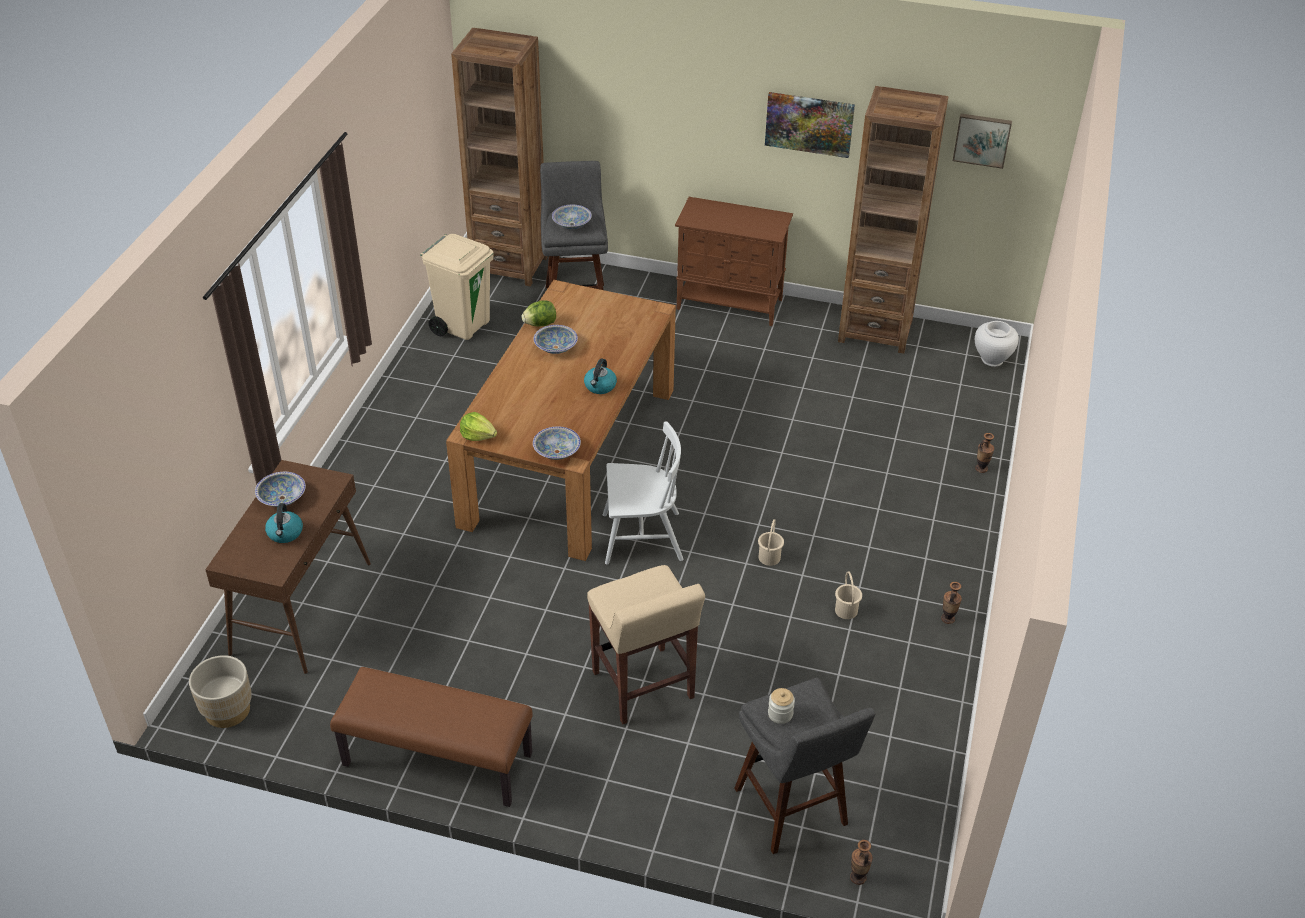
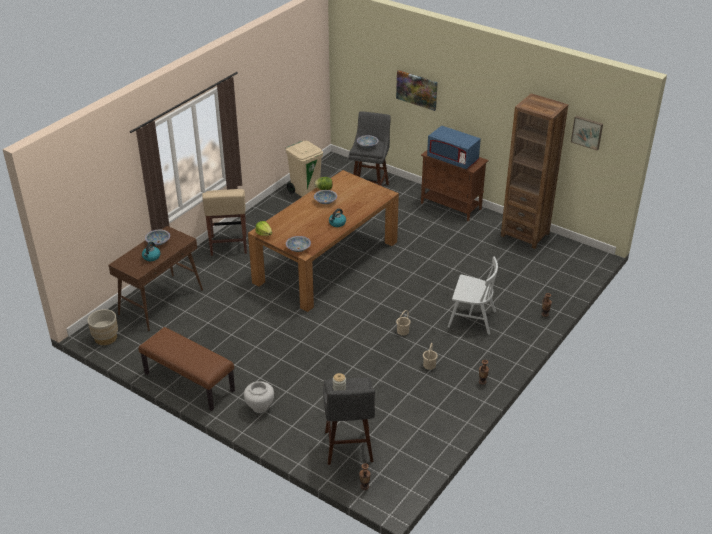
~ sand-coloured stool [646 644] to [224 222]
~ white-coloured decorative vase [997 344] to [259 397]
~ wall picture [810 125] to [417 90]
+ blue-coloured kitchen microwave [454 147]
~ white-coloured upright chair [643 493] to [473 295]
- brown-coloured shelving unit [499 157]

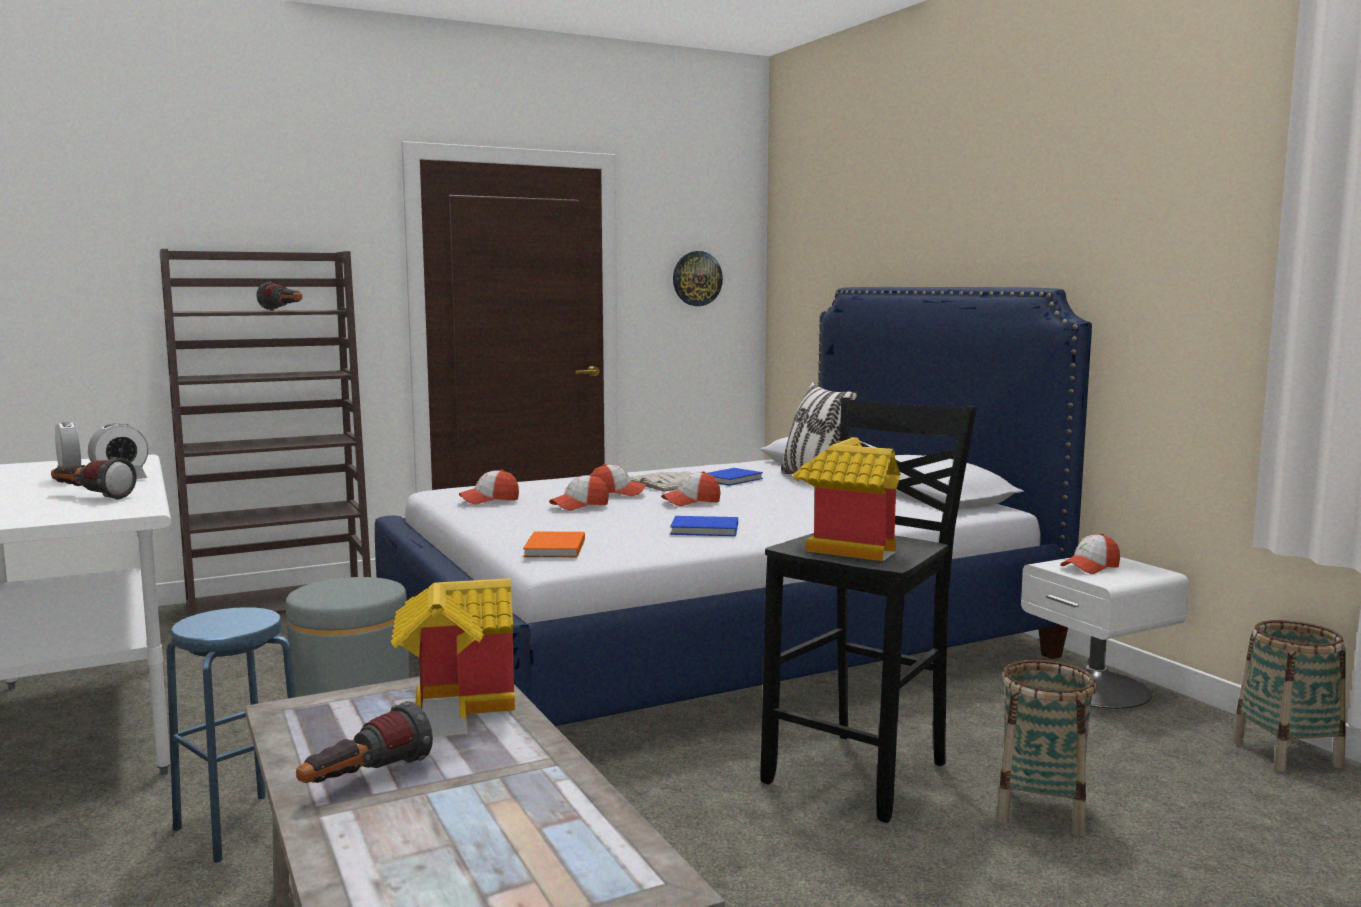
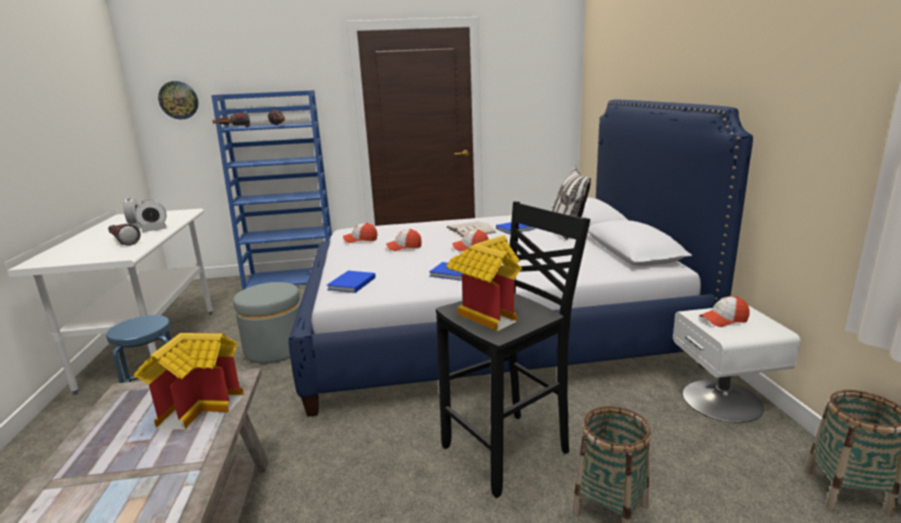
~ hanging clock [698 278] to [178 100]
~ brown-coloured shelving unit [265 433] to blue-coloured shelving unit [271 190]
~ hand torch [364 742] to [231 119]
~ orangey volume [554 544] to blue-coloured volume [351 282]
- peaked cap [618 480]

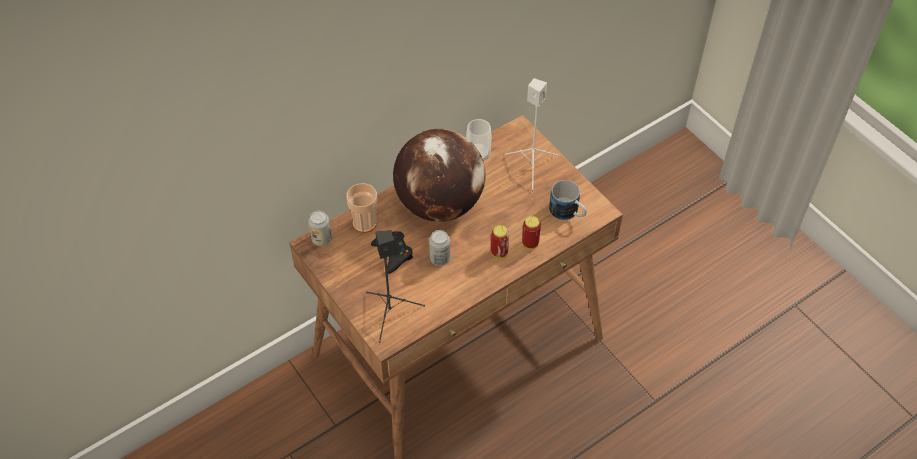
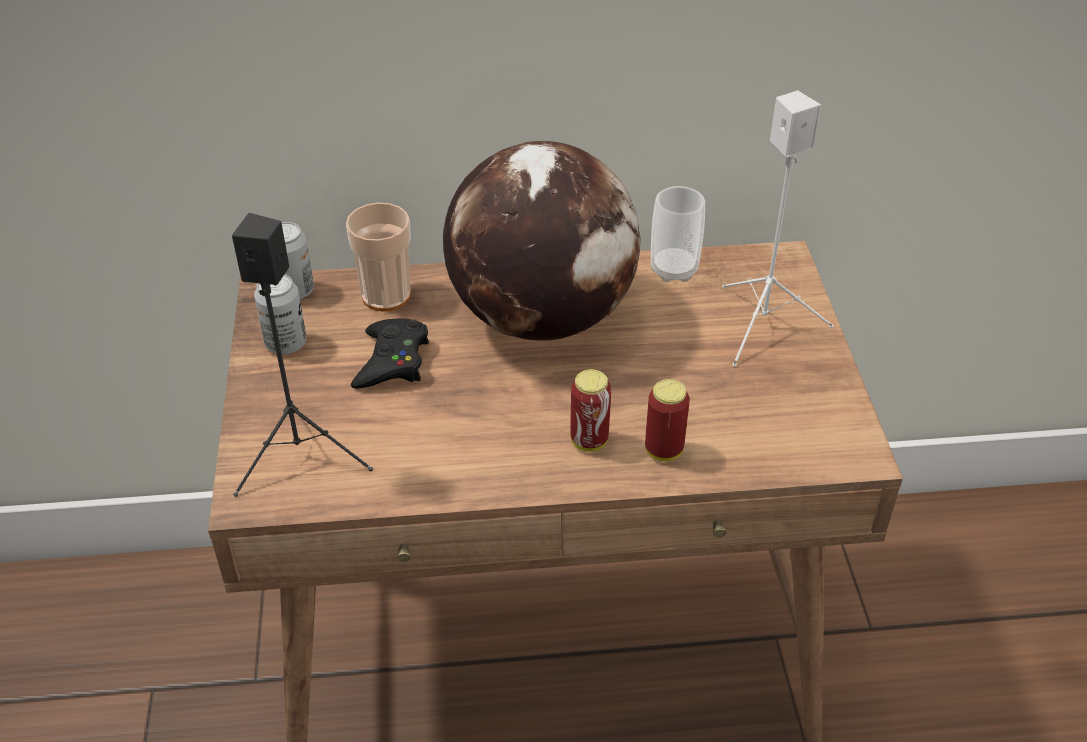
~ sealed can [439 248] to [280 314]
- tea mug [568 200]

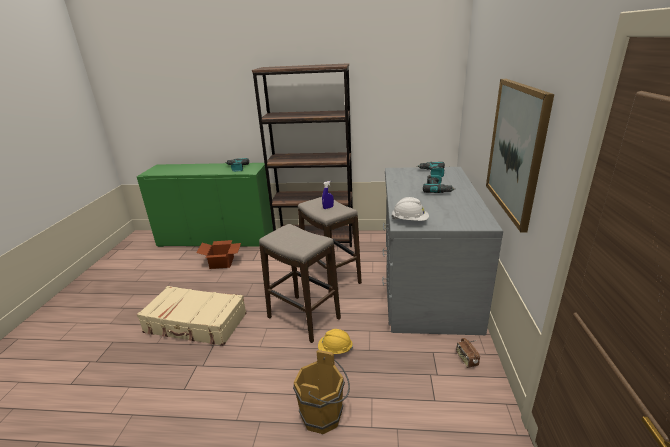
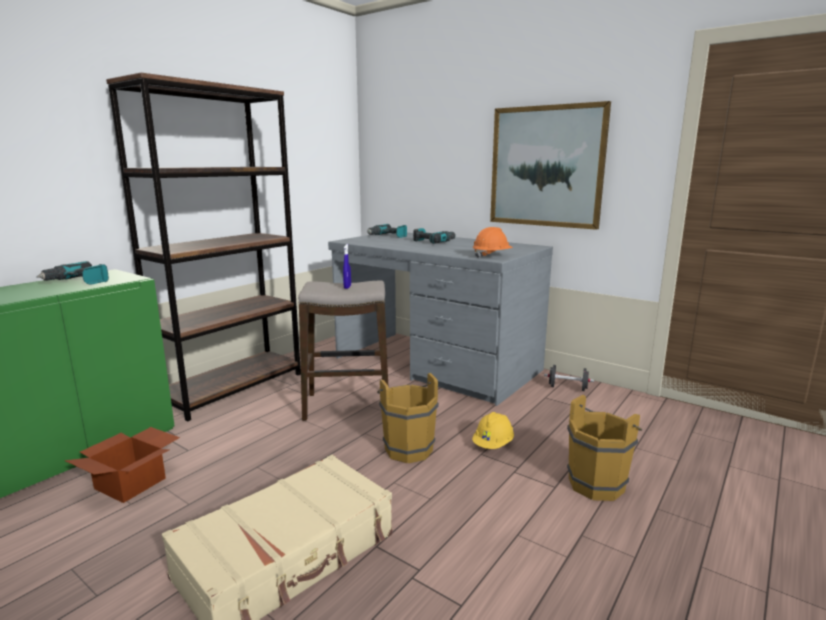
~ stool [300 283] to brown-coloured pail [408 418]
~ white-coloured hard hat [410 209] to orangey hard hat [493 243]
~ radio [468 353] to black-coloured hand weight [569 378]

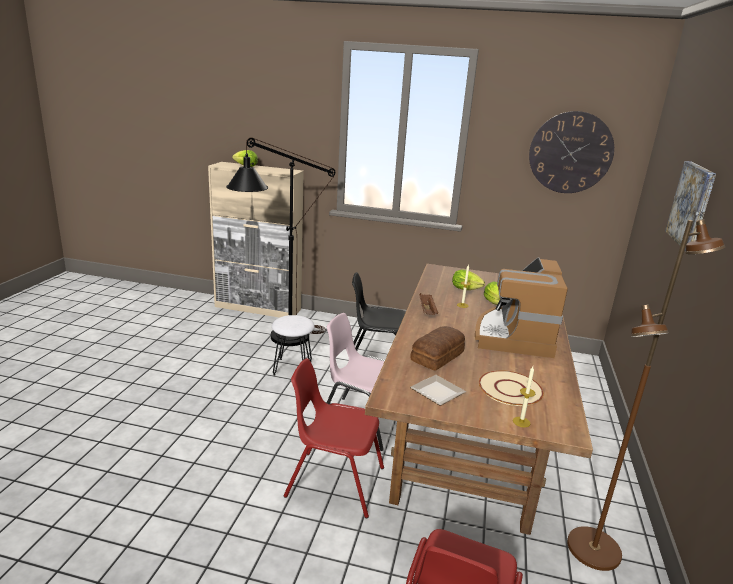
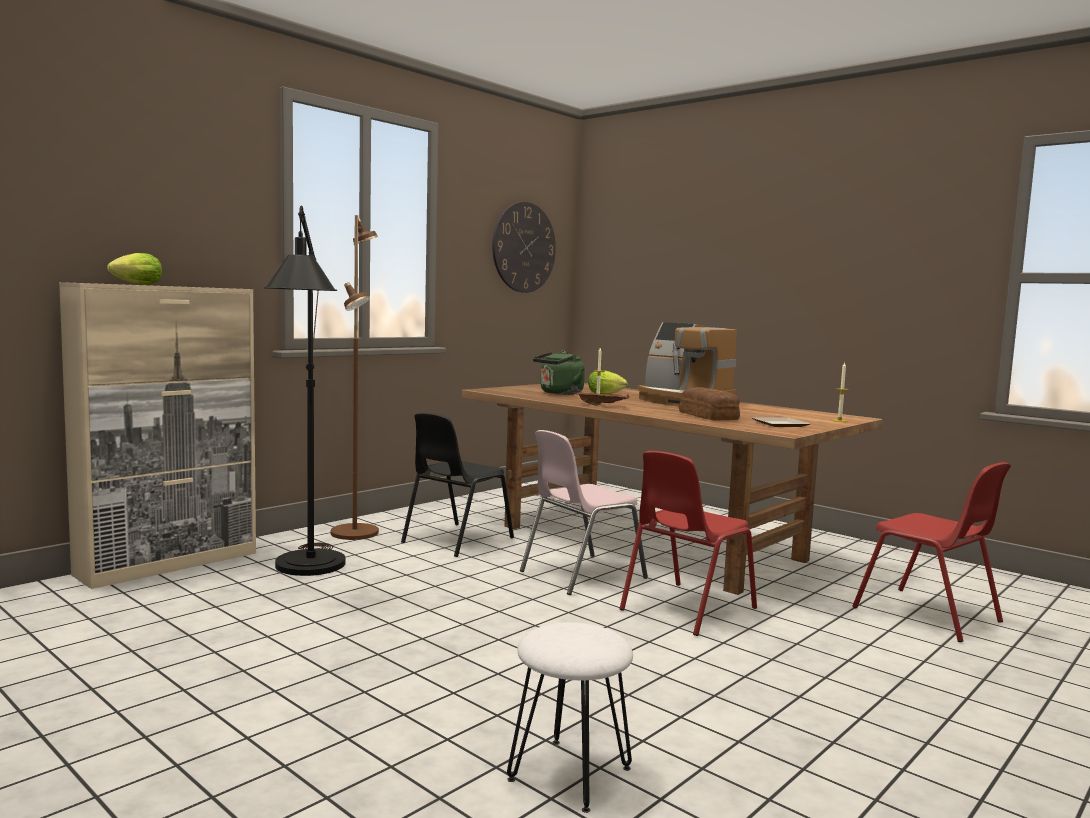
~ brown-coloured standing lamp [646 395] to [355 377]
~ white-coloured stool [293 345] to [570 718]
~ lettuce [468 279] to green kettle [559 372]
- sand-coloured plate [511 388]
- wall picture [690 206]

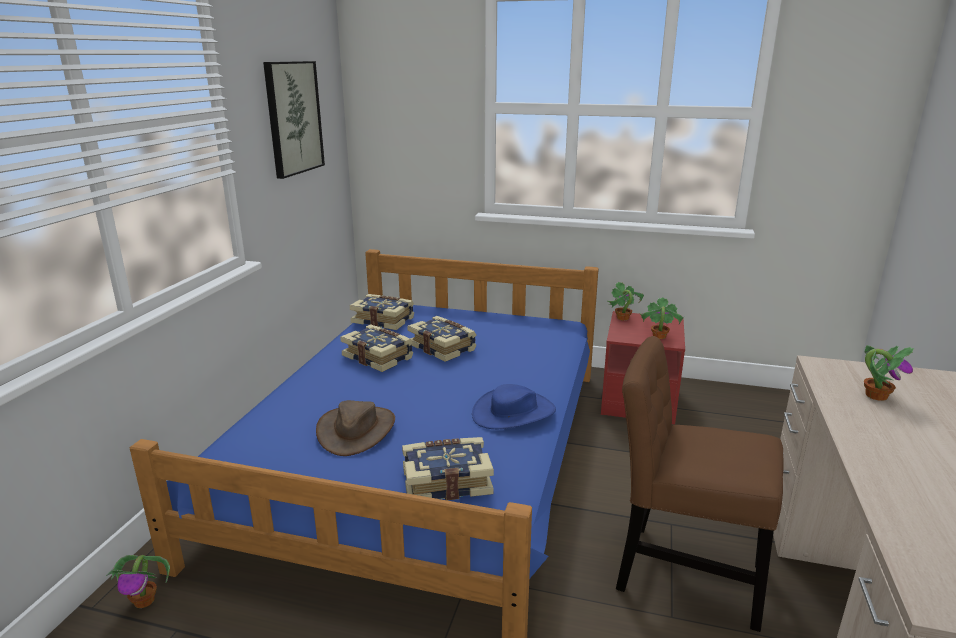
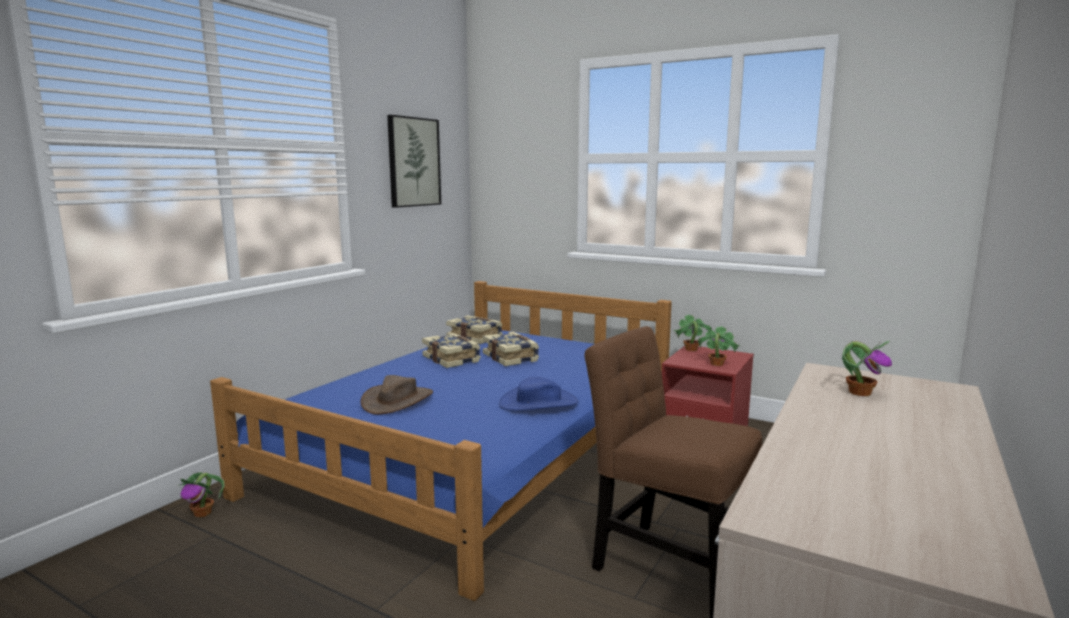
- volume [448 468]

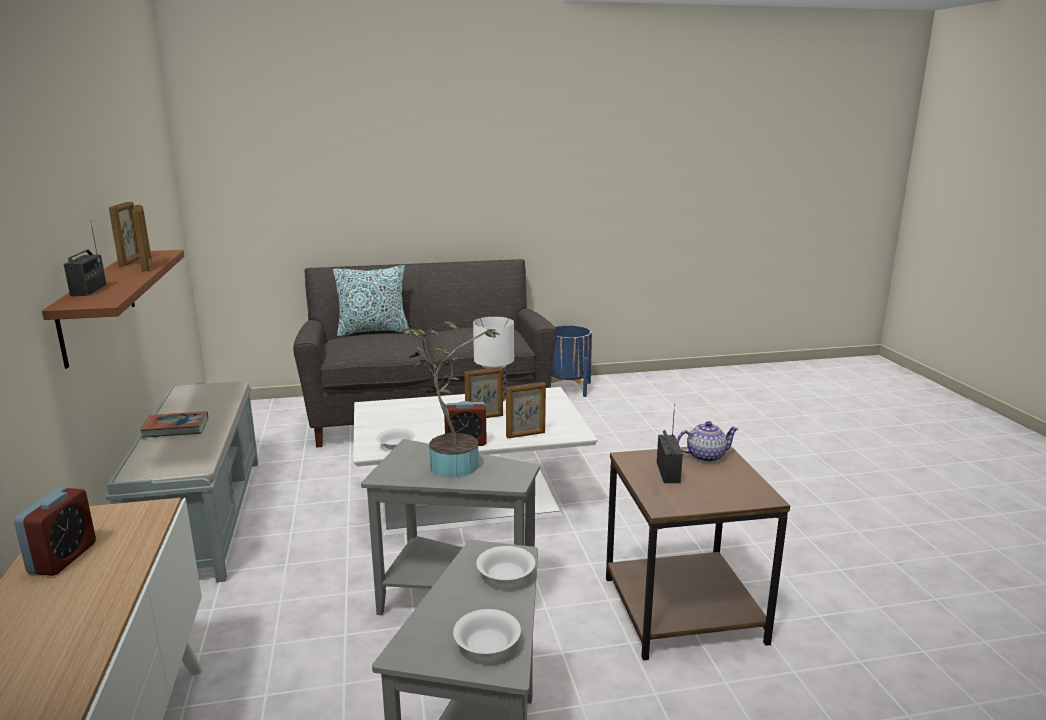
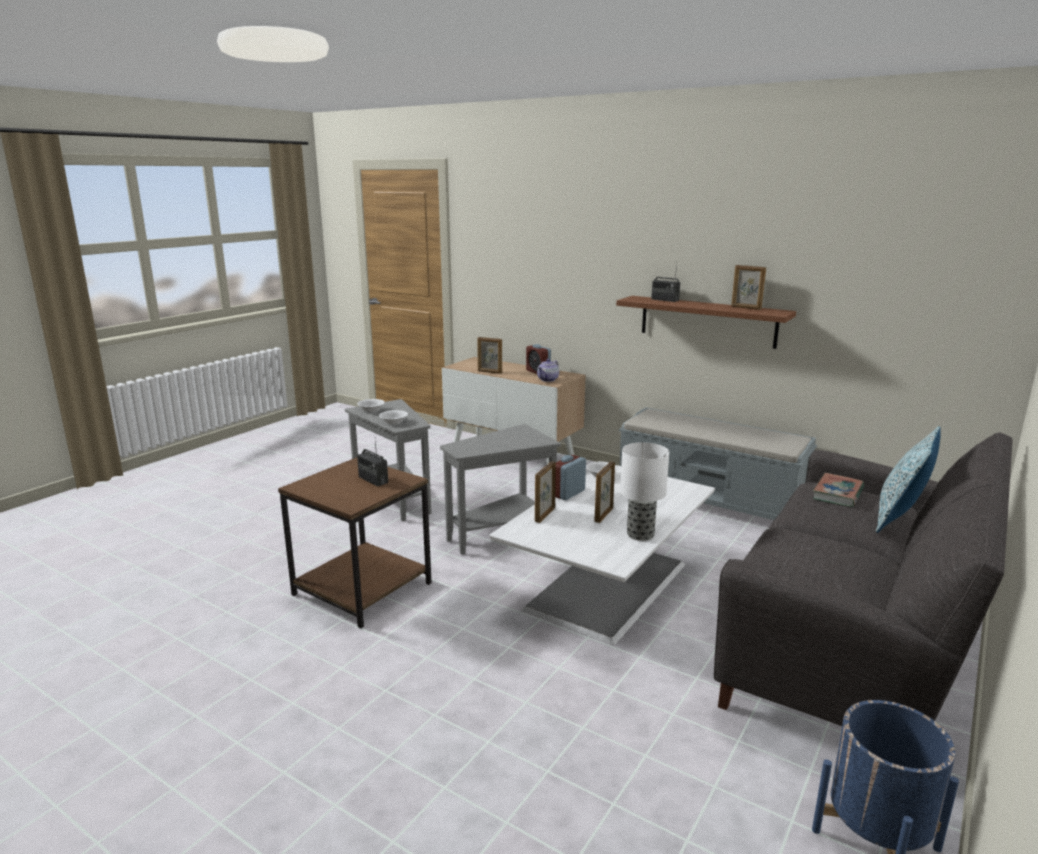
~ photo frame [142 238] to [489 355]
~ tea pot [708 441] to [548 370]
~ volume [174 424] to [838 490]
- houseplant [451 399]

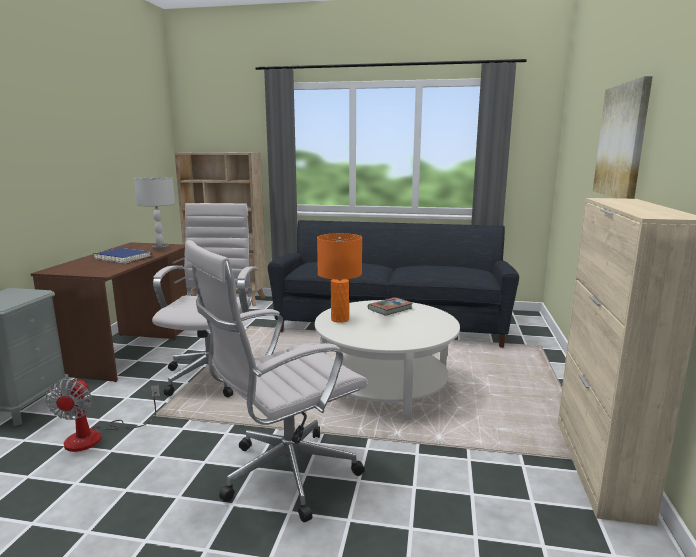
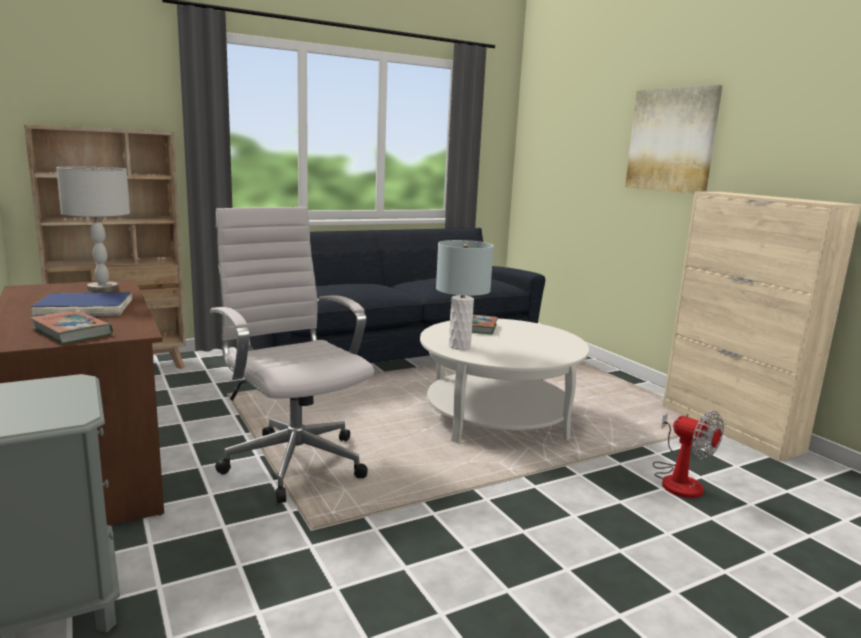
+ volume [71 327]
~ orangey tabletop lamp [339 278] to grey tabletop lamp [465 295]
~ electric fan [102 415] to [688 454]
- white-coloured office chair [276 381]

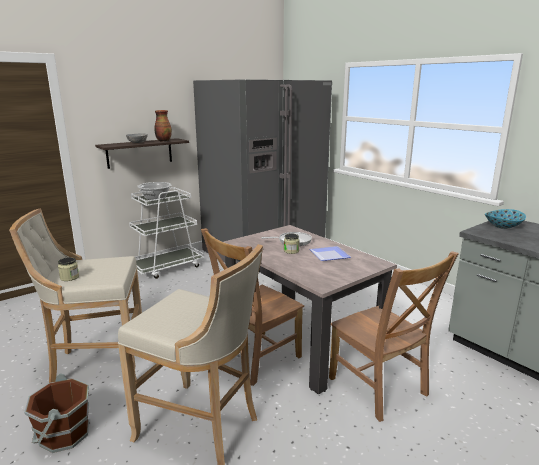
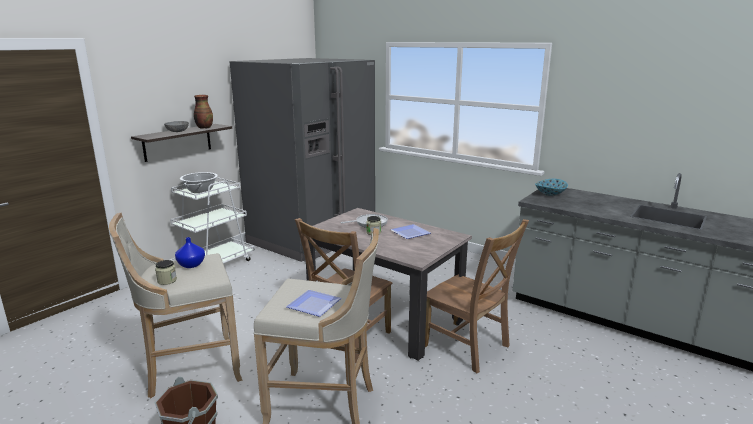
+ blue-coloured decorative vase [190 252]
+ plate [313 303]

